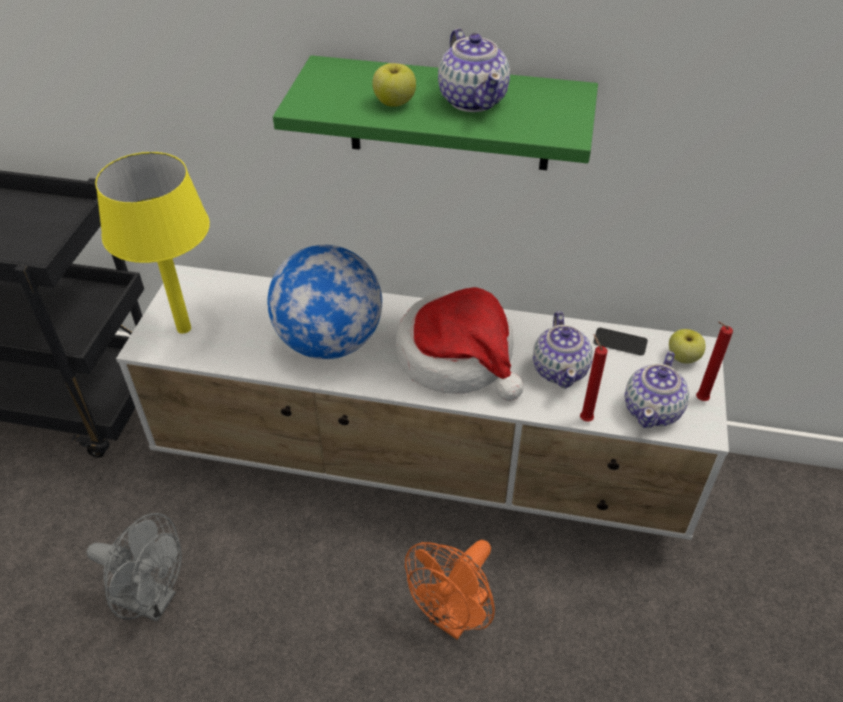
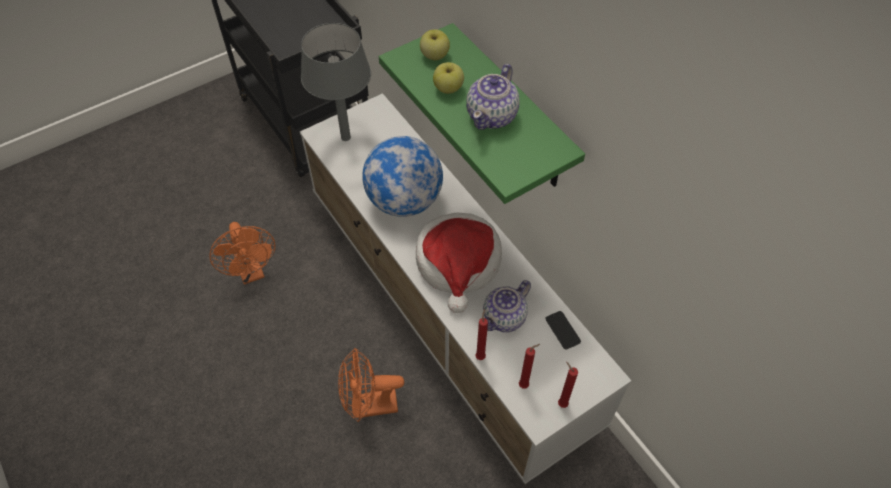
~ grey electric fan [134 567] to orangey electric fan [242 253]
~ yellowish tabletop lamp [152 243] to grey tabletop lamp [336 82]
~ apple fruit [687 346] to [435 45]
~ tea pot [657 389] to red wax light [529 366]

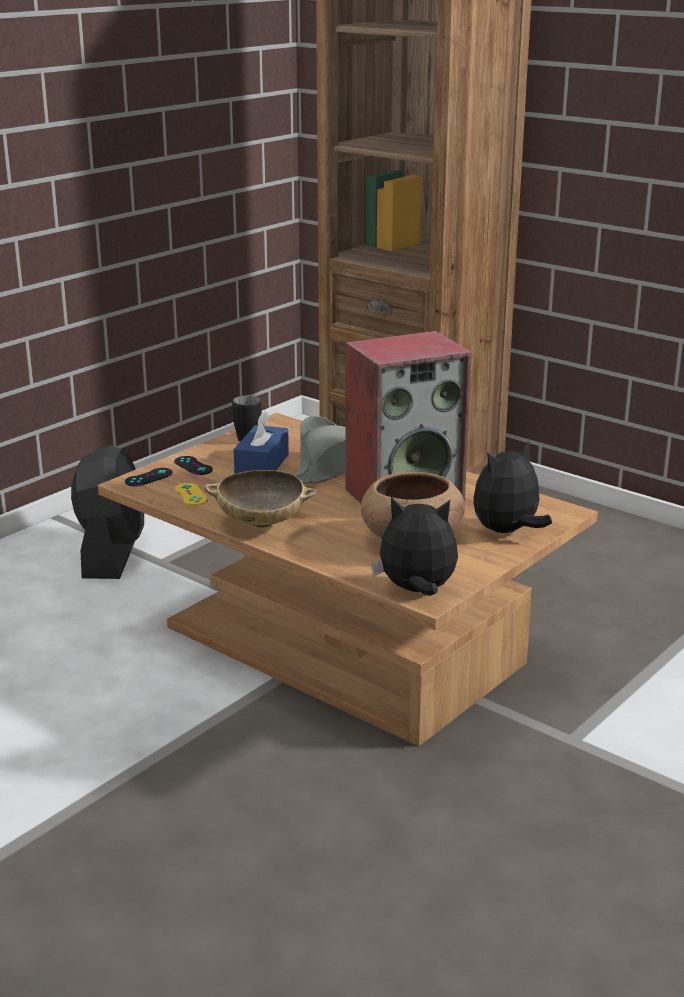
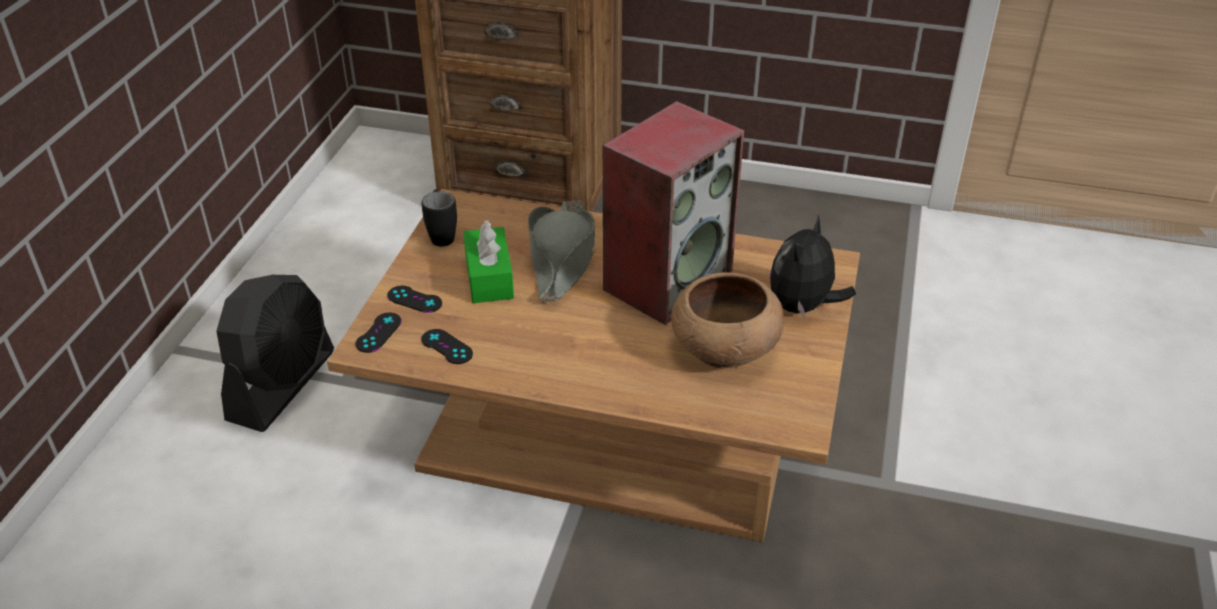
~ black-coloured electric fan [107 512] = [275 353] 45 degrees clockwise
~ yellowish gamepad [191 494] to black-coloured gamepad [447 346]
~ blue-coloured tissue holder [261 443] to green tissue holder [488 261]
- sand-coloured bowl [260 498]
- soft toy [414 546]

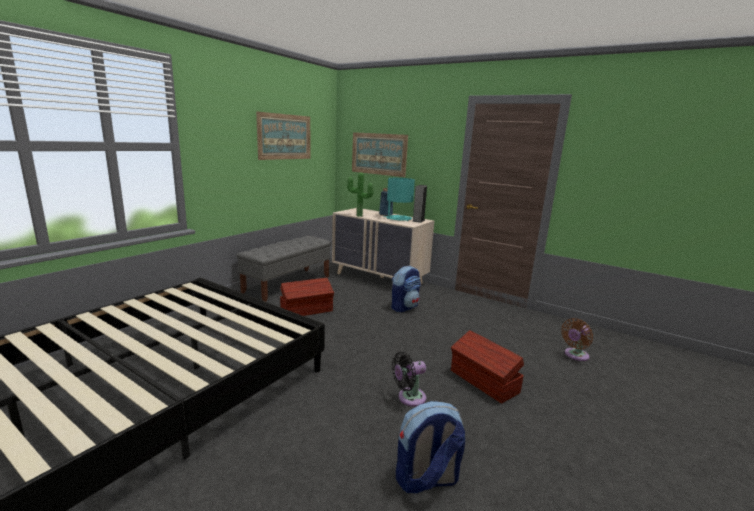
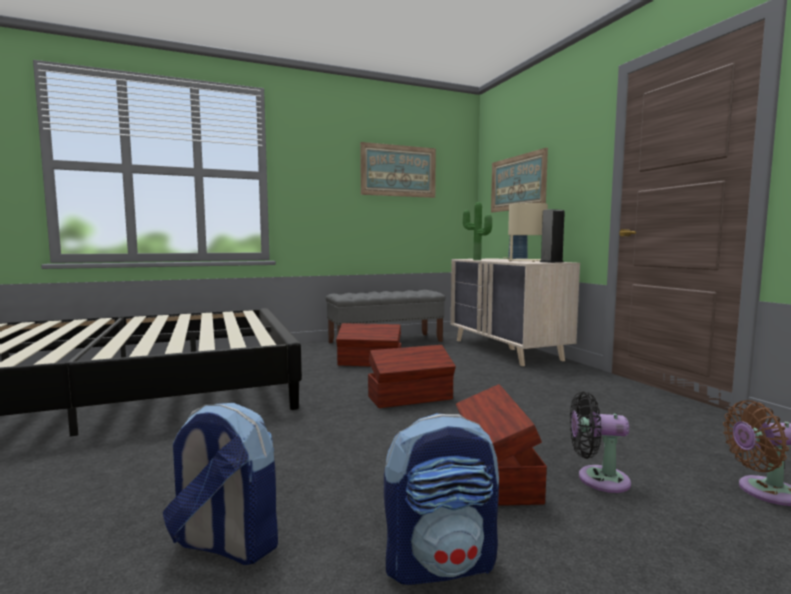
+ brown-coloured storage box [412 376]
~ rucksack [406 289] to [441 499]
~ turquoise-coloured tabletop lamp [399 199] to sand-coloured tabletop lamp [528 232]
~ black-coloured electric fan [409 379] to [600 442]

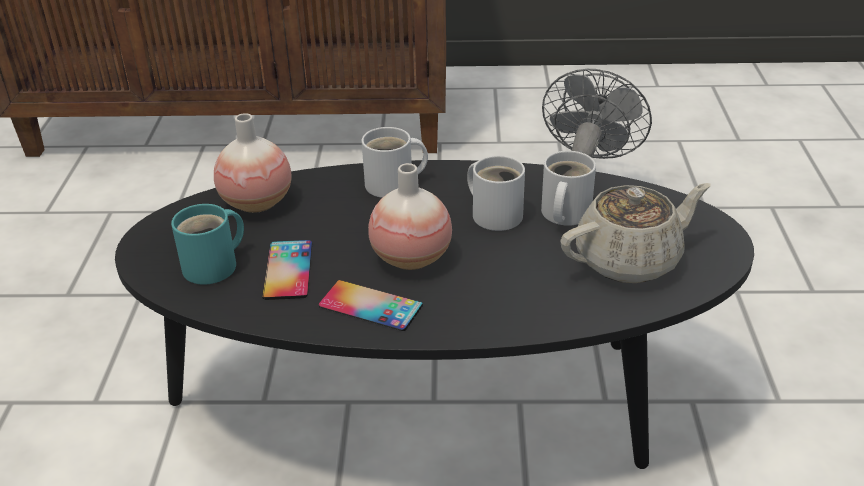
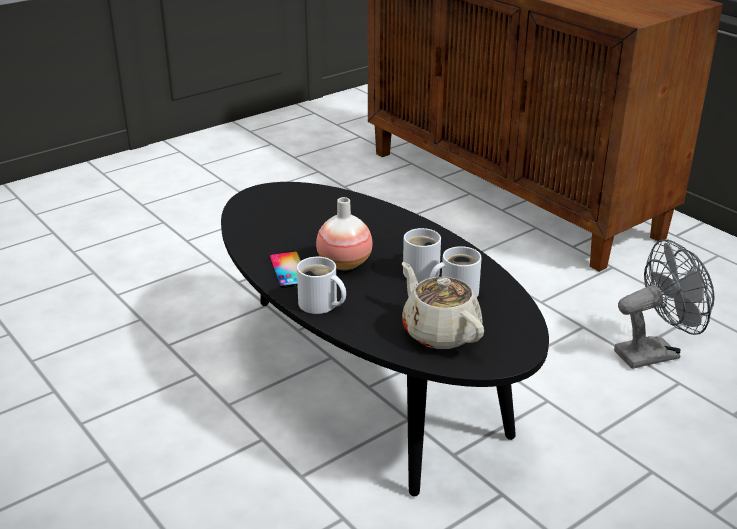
~ white-coloured tea mug [395 162] to [321 285]
~ sand-coloured tea pot [635 233] = [443 305] 150 degrees counterclockwise
- turquoise-coloured tea mug [207 244]
- decorative vase [253 163]
- phone [287 270]

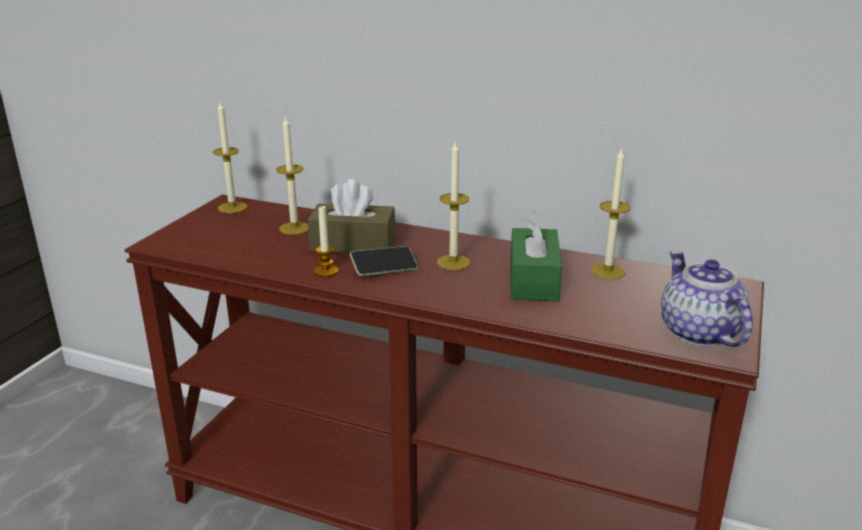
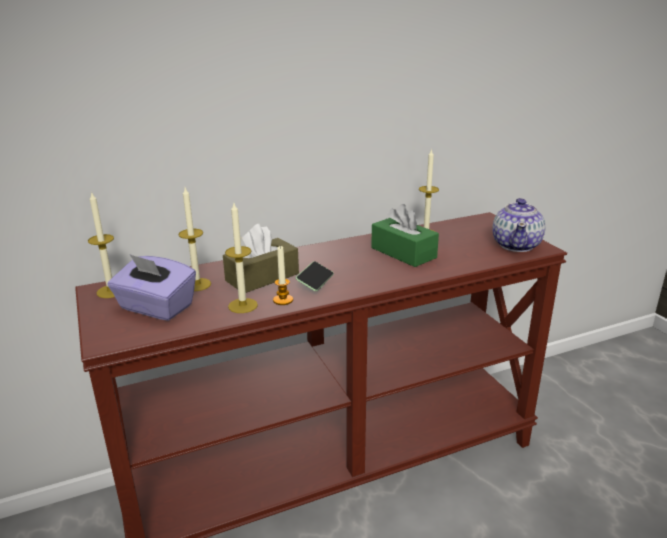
+ purple tissue holder [151 287]
~ wax light [453 205] to [241 258]
~ tea pot [707 299] = [519 225] 105 degrees counterclockwise

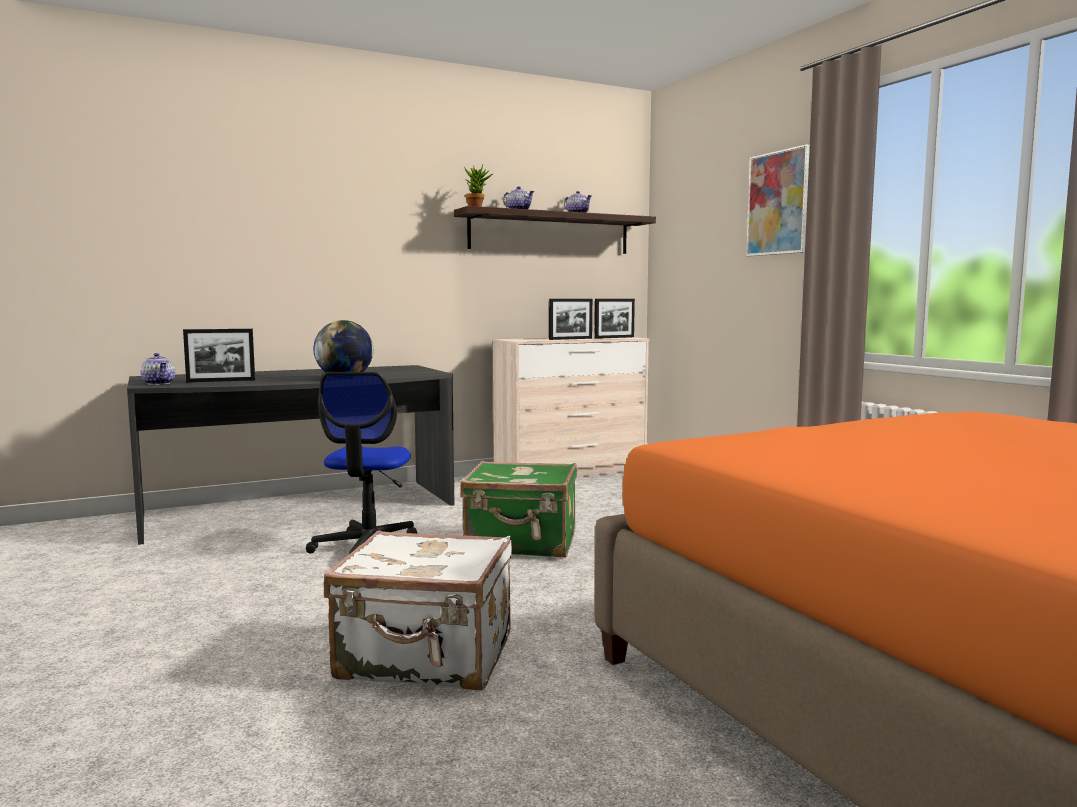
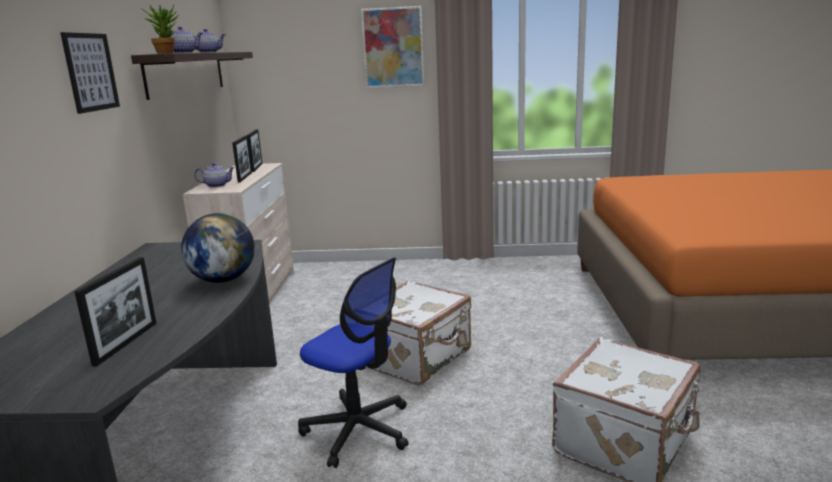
+ wall picture [90 73]
~ tea pot [157 369] to [214 175]
~ green suitcase [518 509] to white-coloured suitcase [418 332]

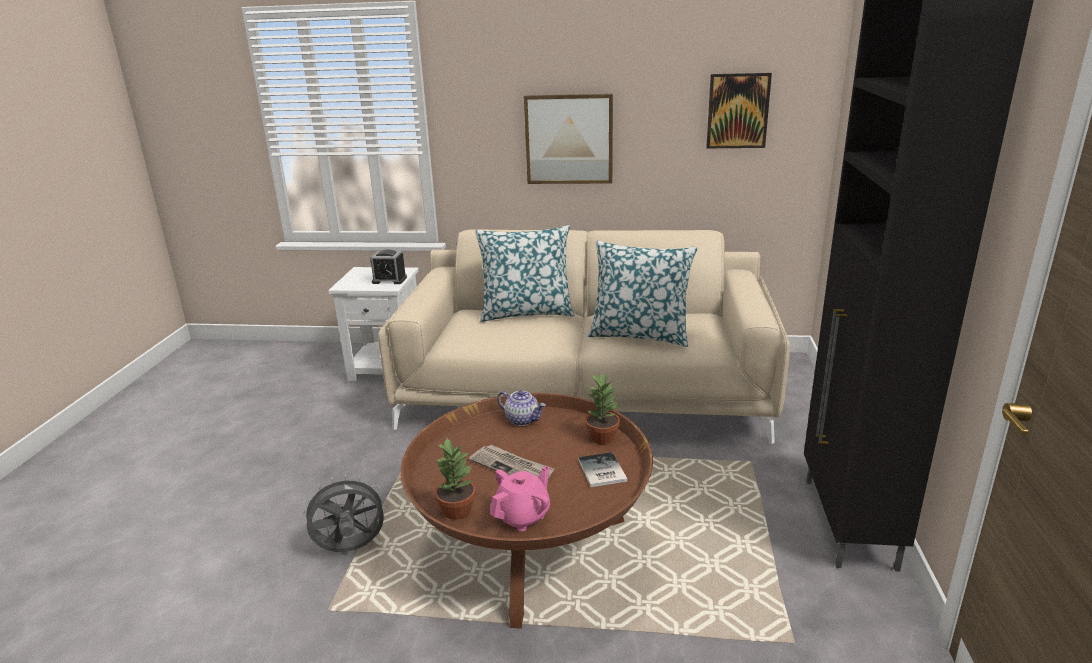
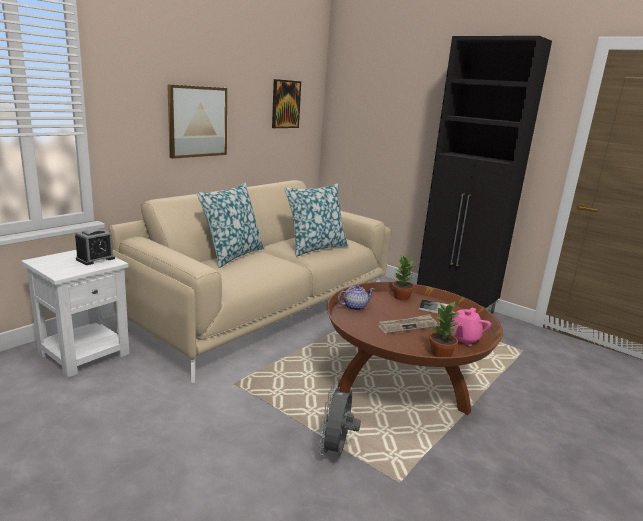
~ pink-coloured tea pot [520 498] = [467 327] 135 degrees counterclockwise

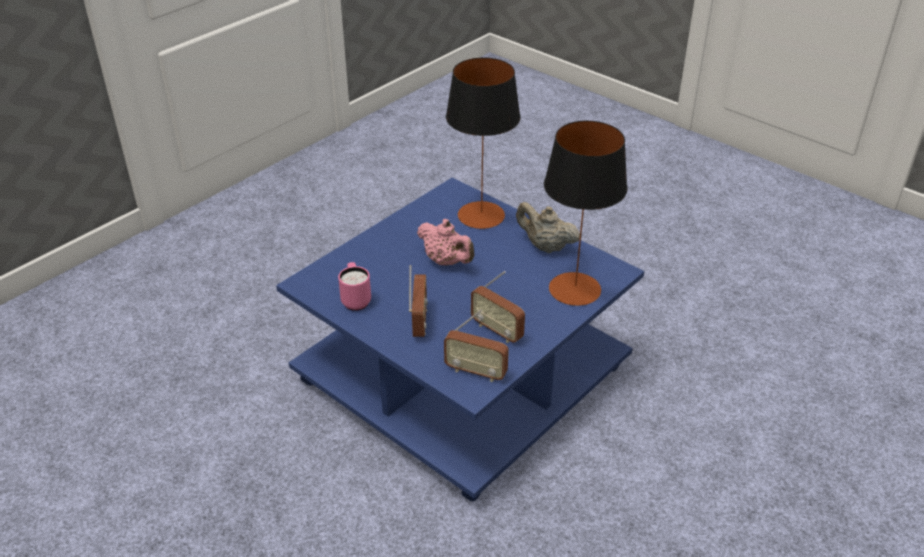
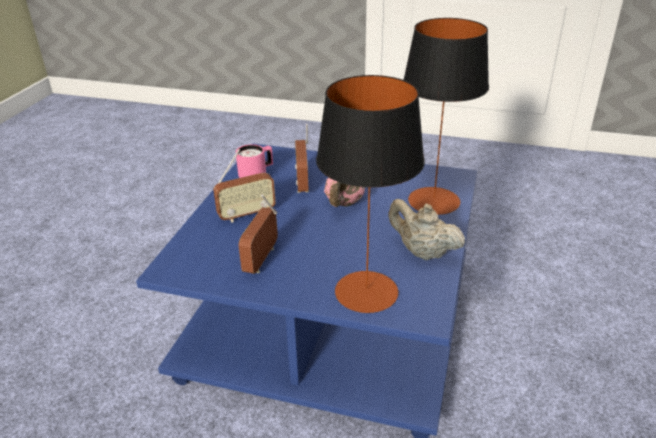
~ radio [476 346] to [302 158]
~ sand-coloured tea pot [548 227] = [426 229] 60 degrees counterclockwise

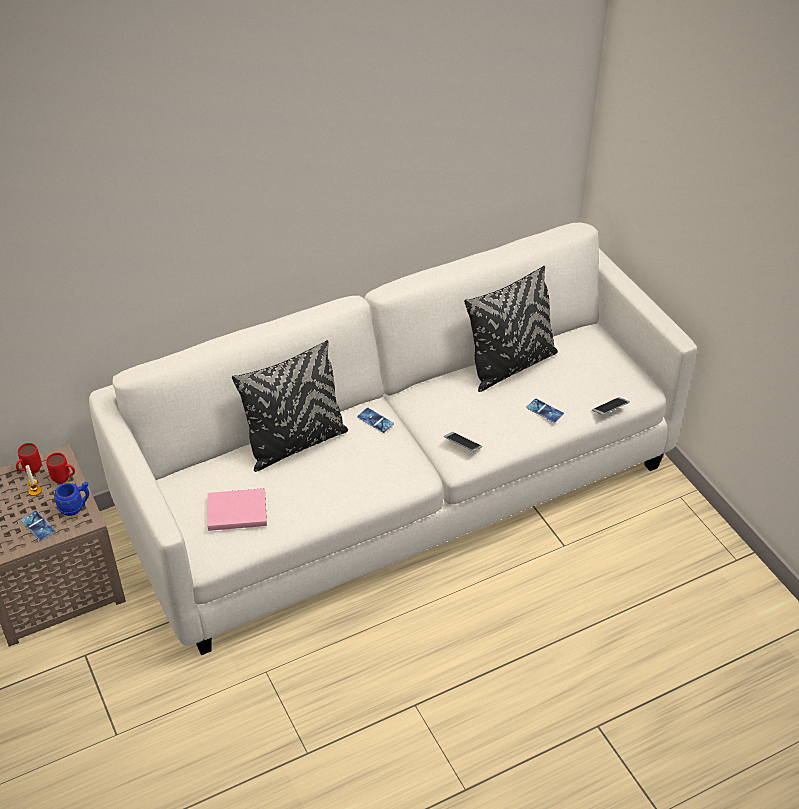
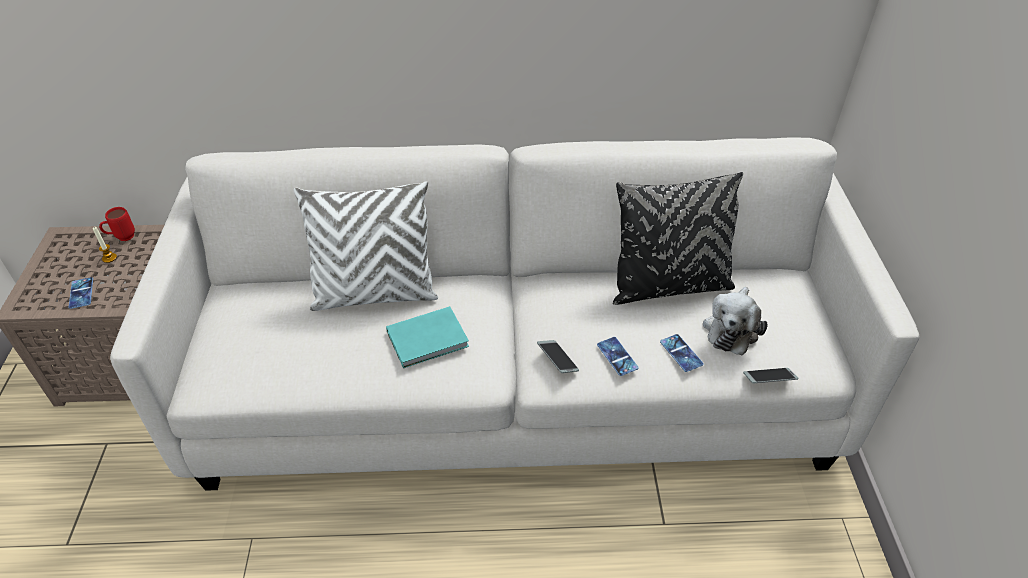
~ black-coloured cushion [290 406] to white-coloured cushion [366 246]
+ turquoise-coloured volume [427 337]
~ phone [375 420] to [618 356]
+ soft toy [735 321]
- red tea mug [60 468]
- blue-coloured tea mug [71 499]
- pink-coloured volume [237 509]

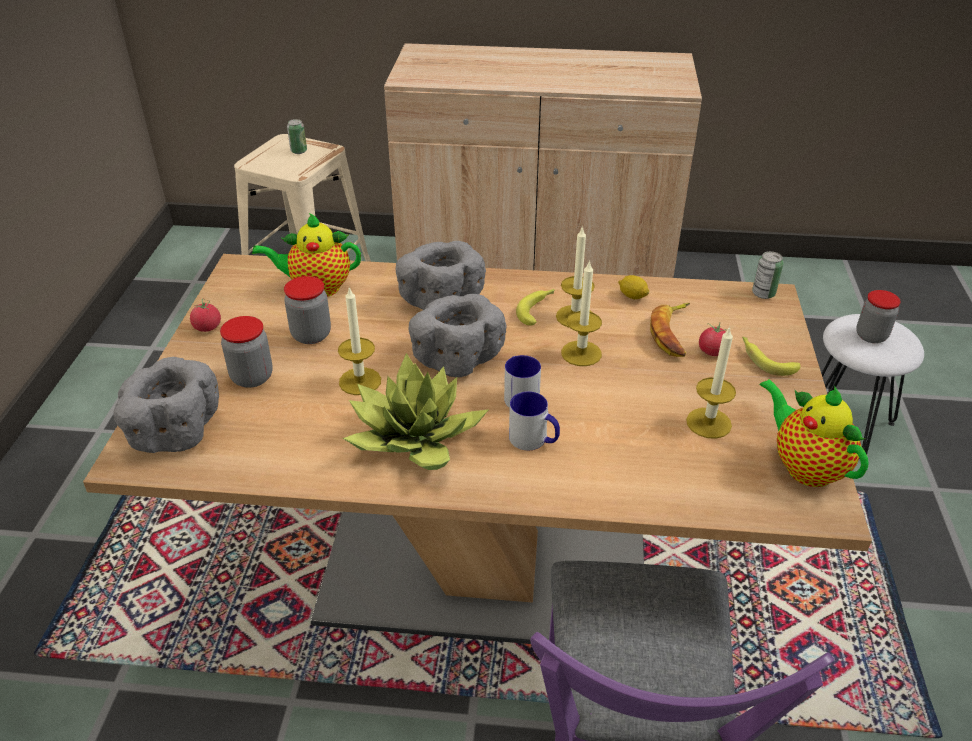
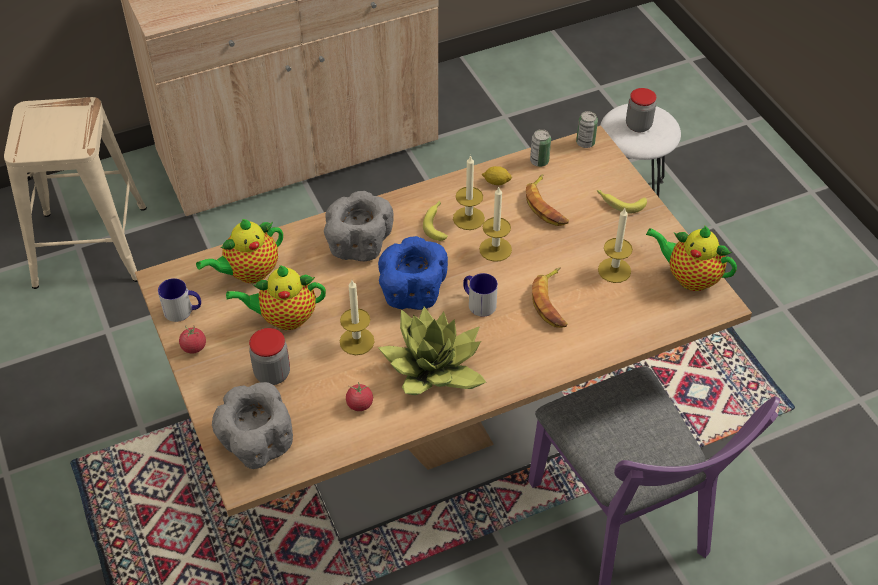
~ tea mug [534 420] to [179 300]
~ preserve jar [307 310] to tea pot [276 297]
~ fresh tomato [713 339] to [359 396]
~ grey bowl [458 335] to blue-coloured bowl [413 273]
~ sealed can [297 136] to [540 148]
+ whole banana [550 297]

